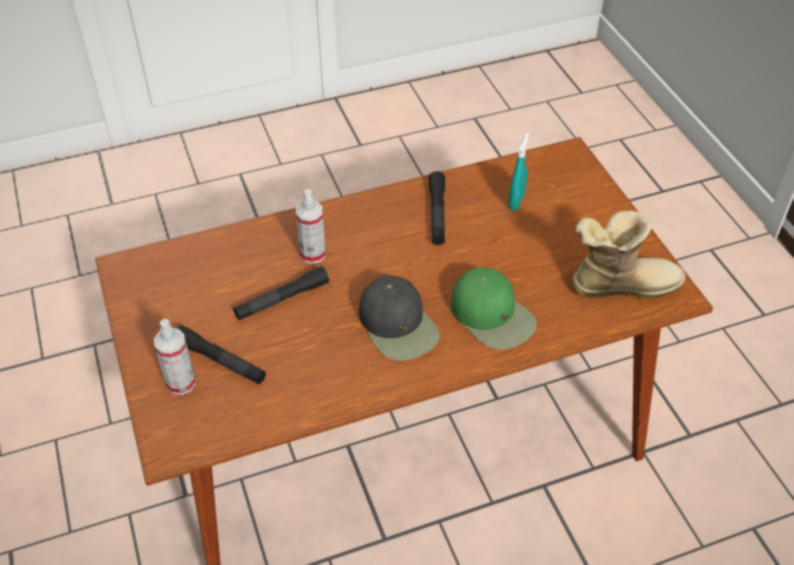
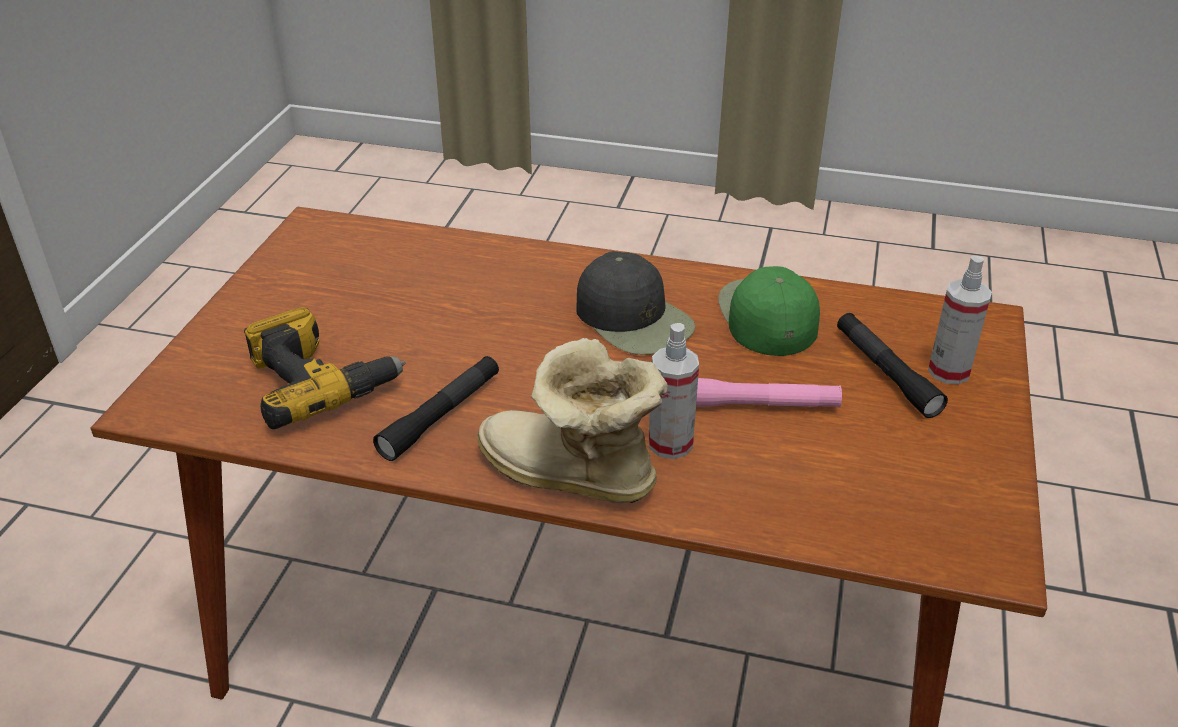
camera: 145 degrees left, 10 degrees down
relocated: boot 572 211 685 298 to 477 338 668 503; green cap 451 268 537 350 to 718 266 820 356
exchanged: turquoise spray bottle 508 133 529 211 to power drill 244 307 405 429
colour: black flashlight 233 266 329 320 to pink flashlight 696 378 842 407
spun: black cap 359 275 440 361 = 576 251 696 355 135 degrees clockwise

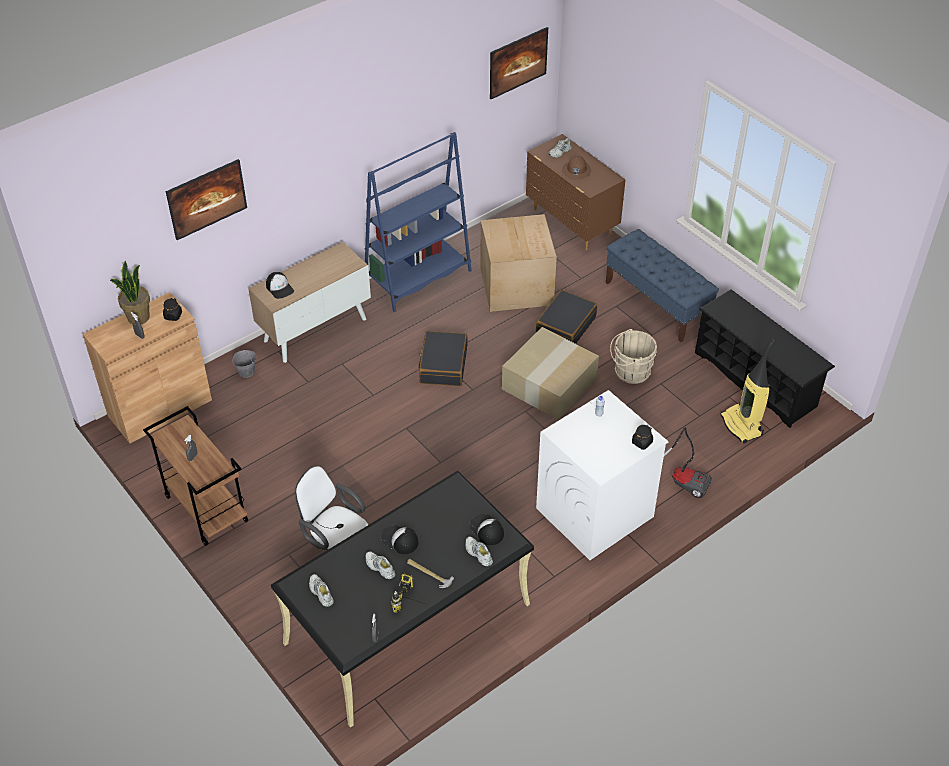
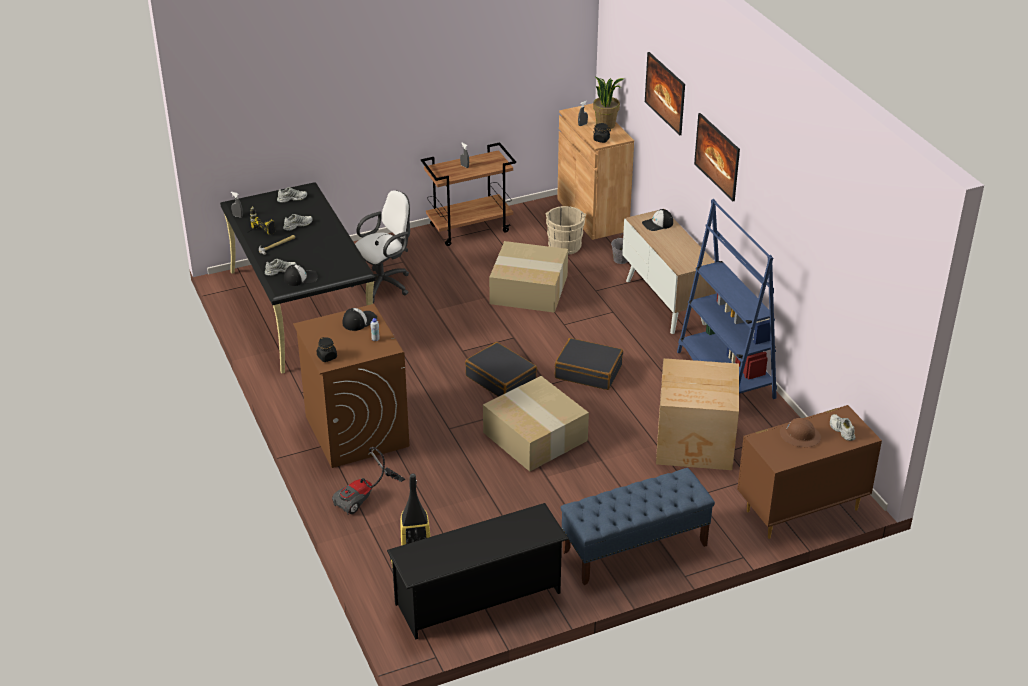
camera: 105 degrees right, 10 degrees down
appeared: cardboard box 489 241 568 313
relocated: picture 490 27 548 99 to 694 113 740 201; black suitcase 536 290 597 344 to 465 342 537 397; beige bucket 610 329 657 384 to 546 206 586 255; cap 381 525 418 554 to 343 308 377 331
colour: white washing machine 536 390 669 560 to brown washing machine 293 304 409 468

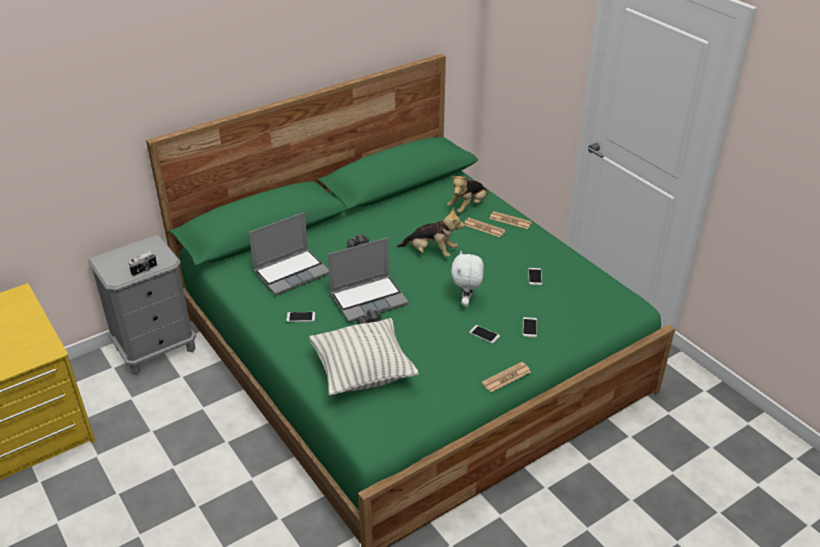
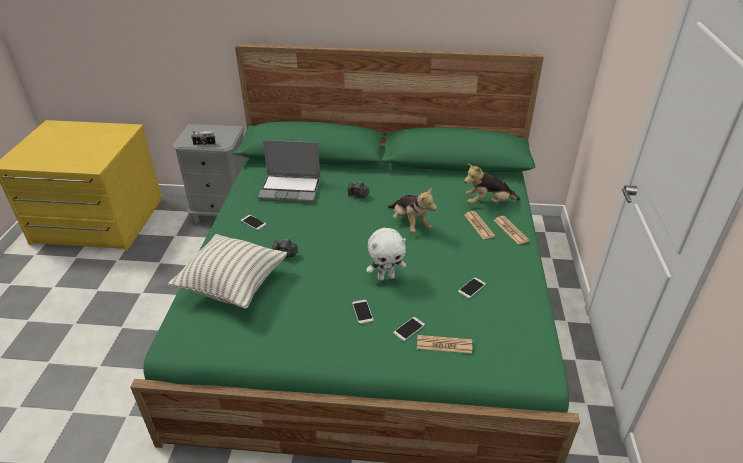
camera: 40 degrees right, 0 degrees up
missing: laptop 328 237 409 322
relocated: newspaper 482 362 531 392 to 417 335 472 353
spun: white plush toy 451 251 484 307 = 366 228 406 281 150 degrees counterclockwise

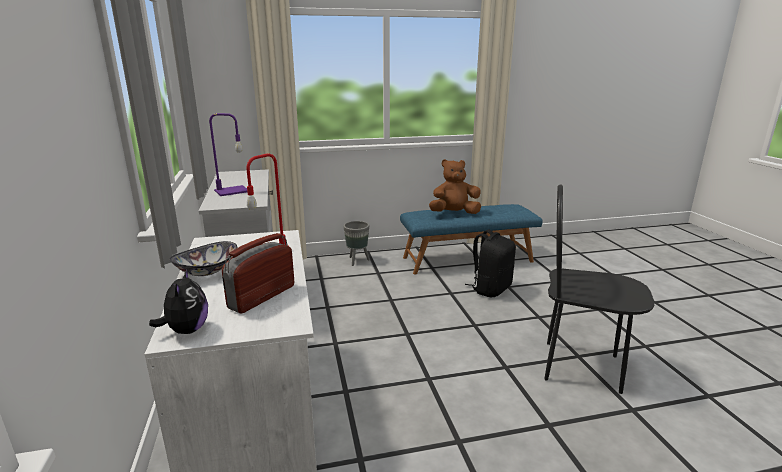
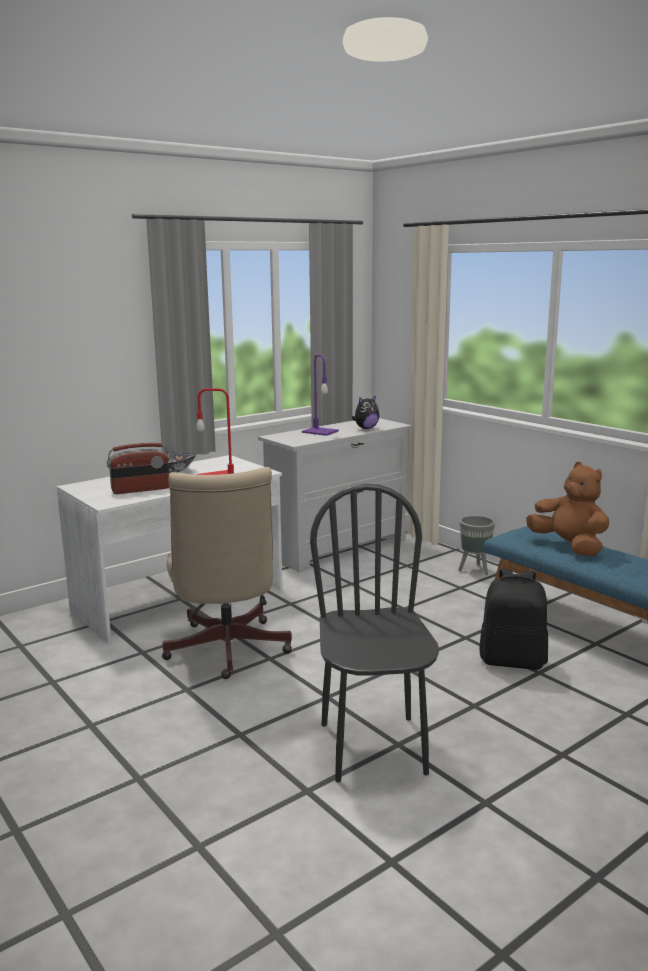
camera: 65 degrees right, 5 degrees down
appeared: beige office chair 162 467 292 679
relocated: plush toy 149 268 208 334 to 352 395 380 429
spun: radio 222 233 294 314 = 107 443 170 494 150 degrees clockwise

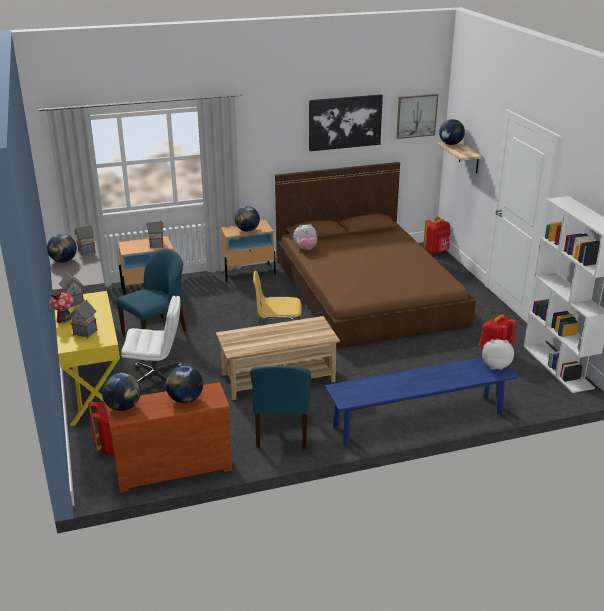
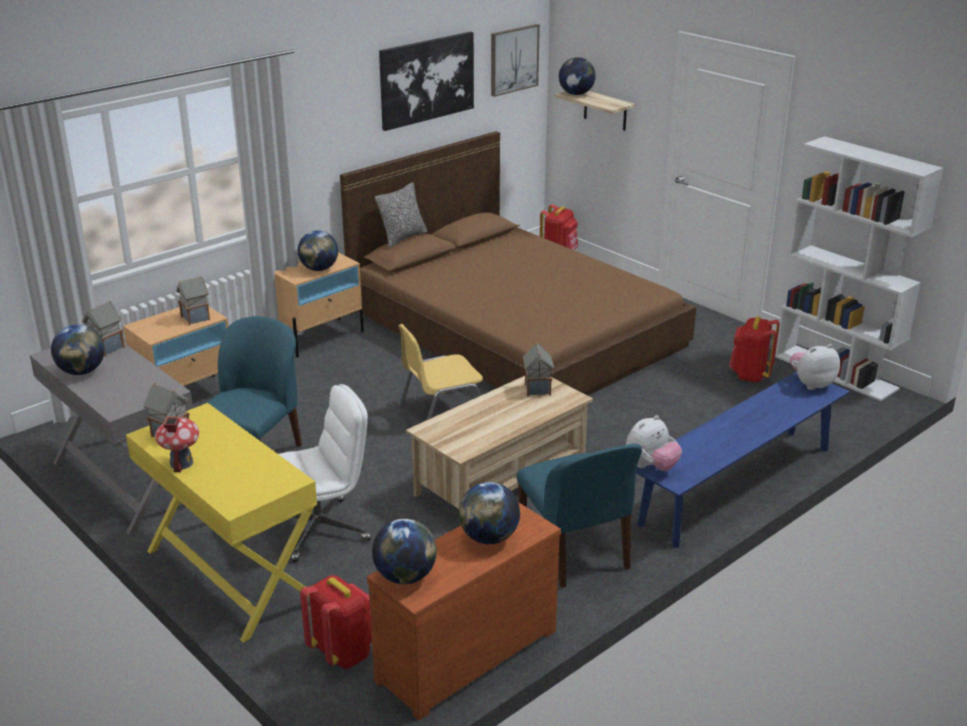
camera: 25 degrees left, 0 degrees up
appeared: pillow 375 182 427 248
relocated: plush toy 293 224 317 250 to 626 415 682 471; toy house 69 300 98 338 to 523 342 554 396

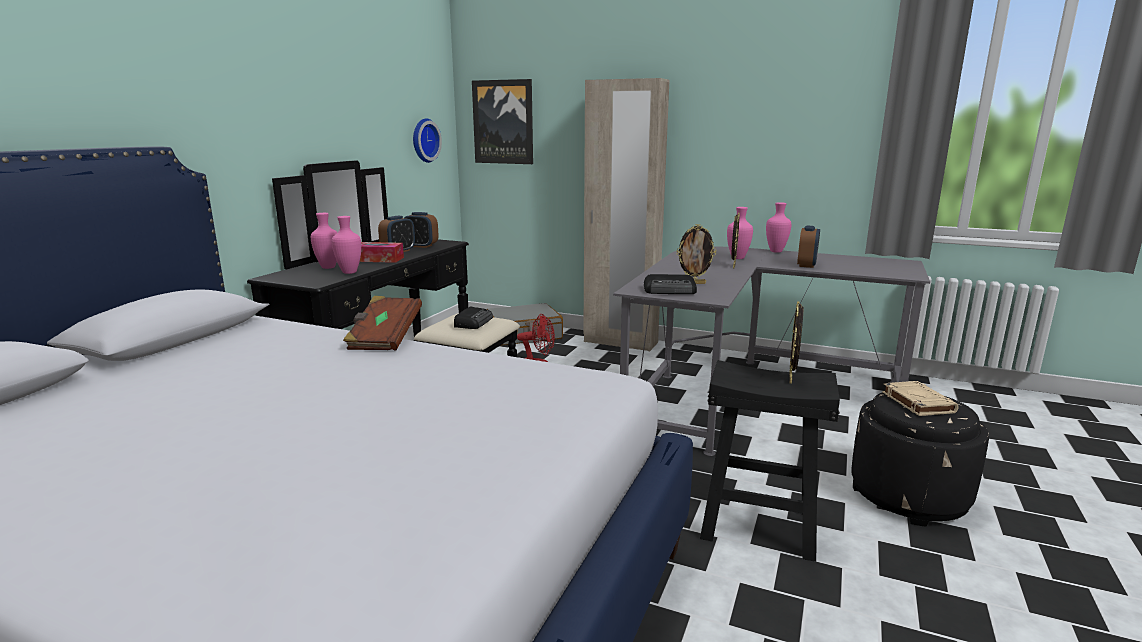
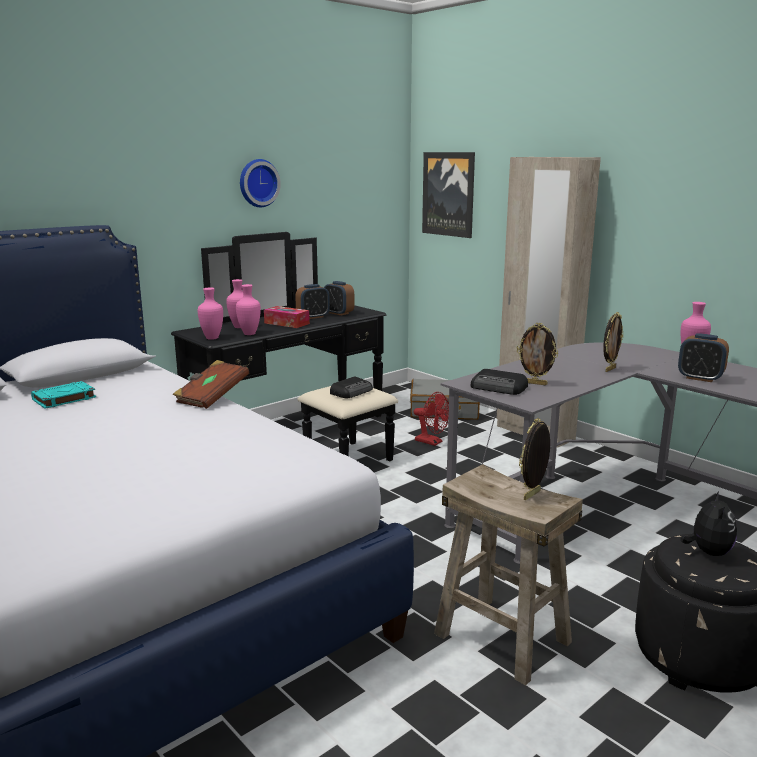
camera: 25 degrees right, 0 degrees up
appeared: turquoise book 31 381 96 409
relocated: wall clock 413 118 442 163 to 240 159 281 207; pink vase 727 207 753 259 to 198 287 223 340
exchanged: beige book 882 381 959 416 to plush toy 680 491 737 556
colour: black stool 700 360 840 562 to beige stool 434 464 583 686
spun: alarm clock 797 225 820 268 = 678 333 729 382 75 degrees clockwise

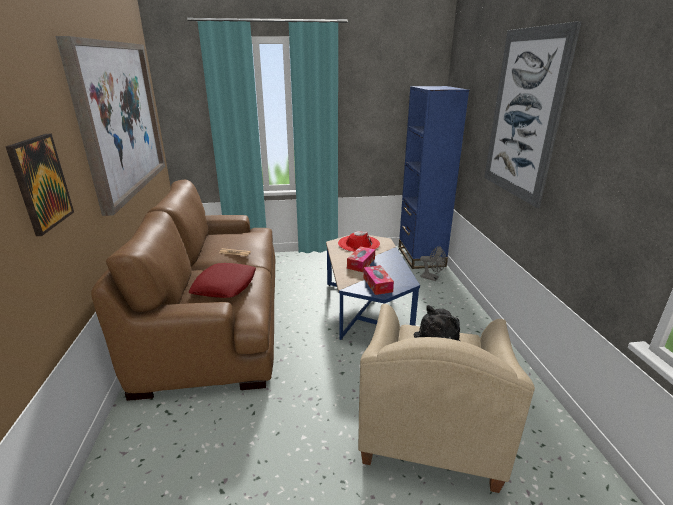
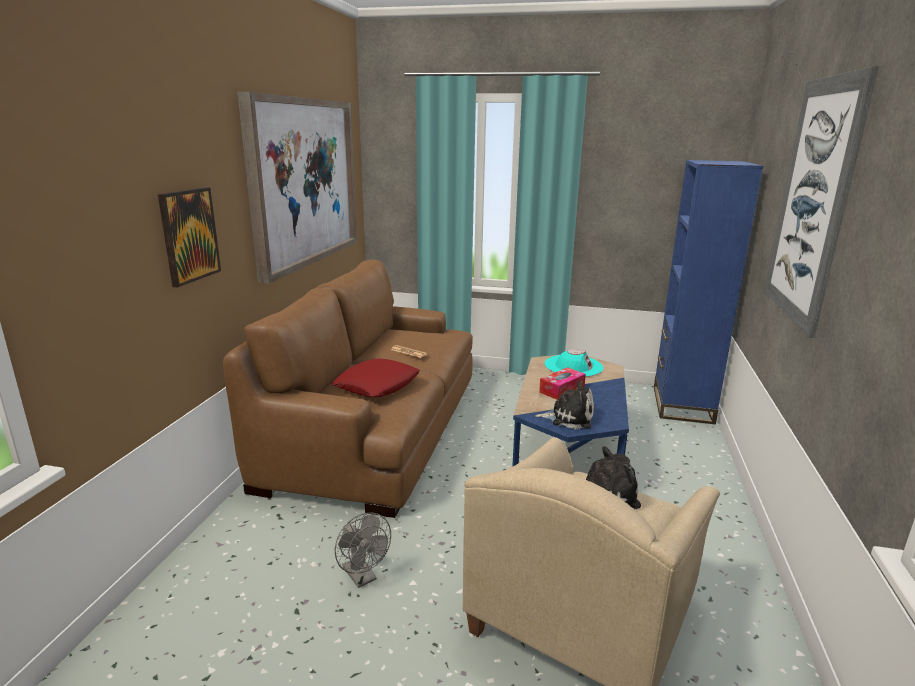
camera: 20 degrees right, 5 degrees down
relocated: grey fan 420 246 446 281 to 334 513 391 588
exchanged: tissue box 363 265 394 295 to plush toy 535 381 594 429
colour: red hat 338 231 380 252 to turquoise hat 544 349 603 377

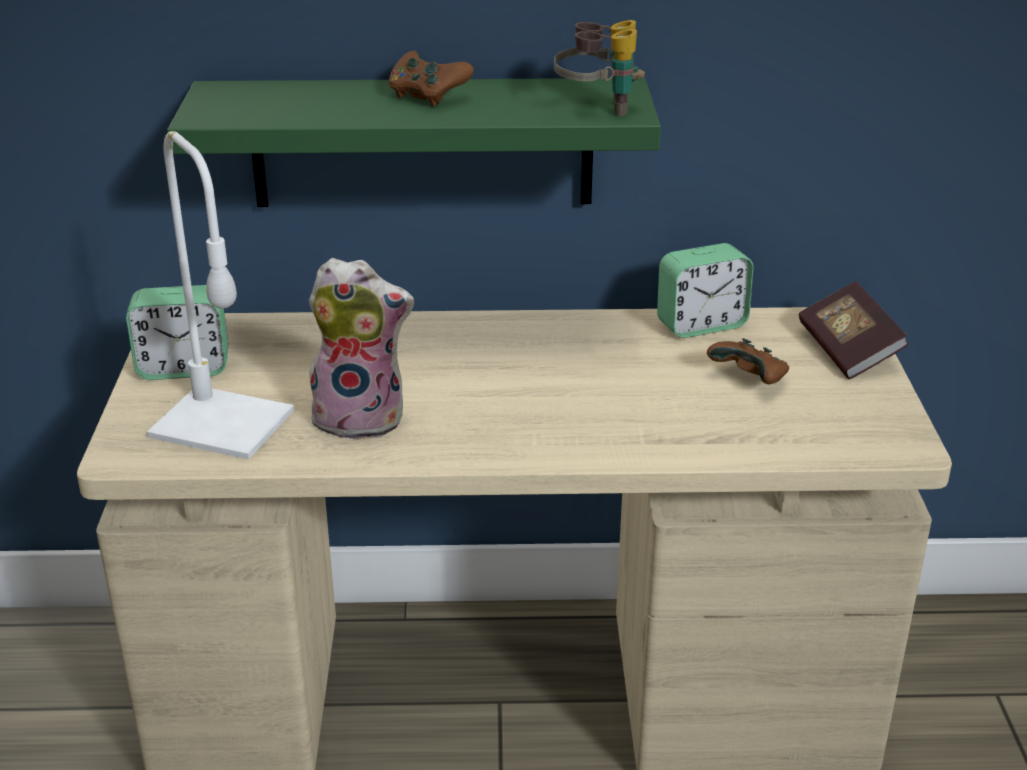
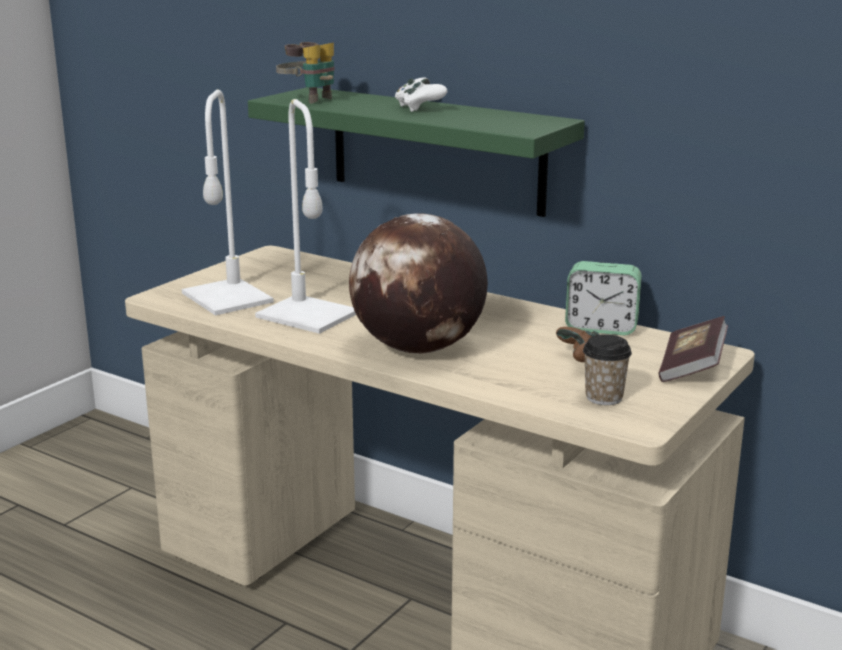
camera: 35 degrees right, 10 degrees down
missing: alarm clock 126 285 228 380
appeared: globe 349 213 488 354; cup 583 334 632 405
relocated: binoculars 554 20 645 116 to 276 42 334 104
exchanged: plush toy 308 258 414 439 to white table lamp 255 99 356 334
colour: brown game controller 388 51 474 107 to white game controller 395 78 447 112

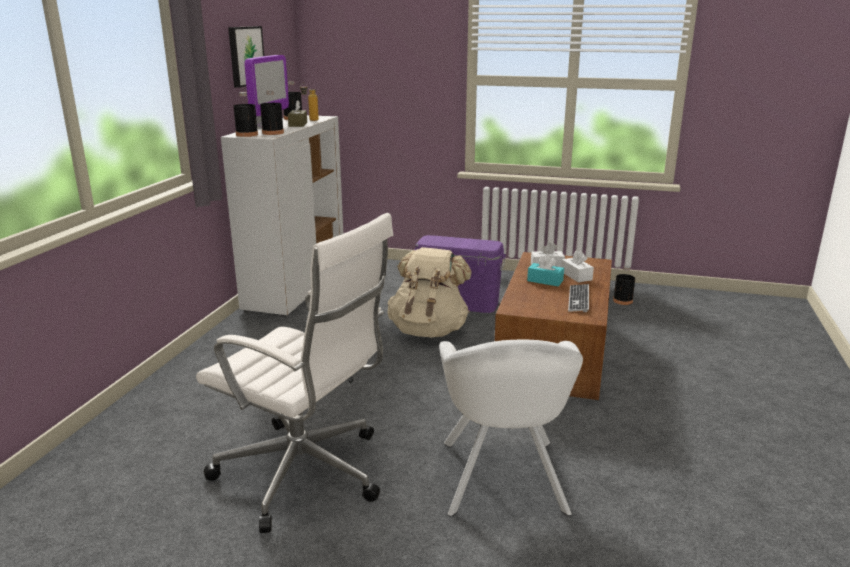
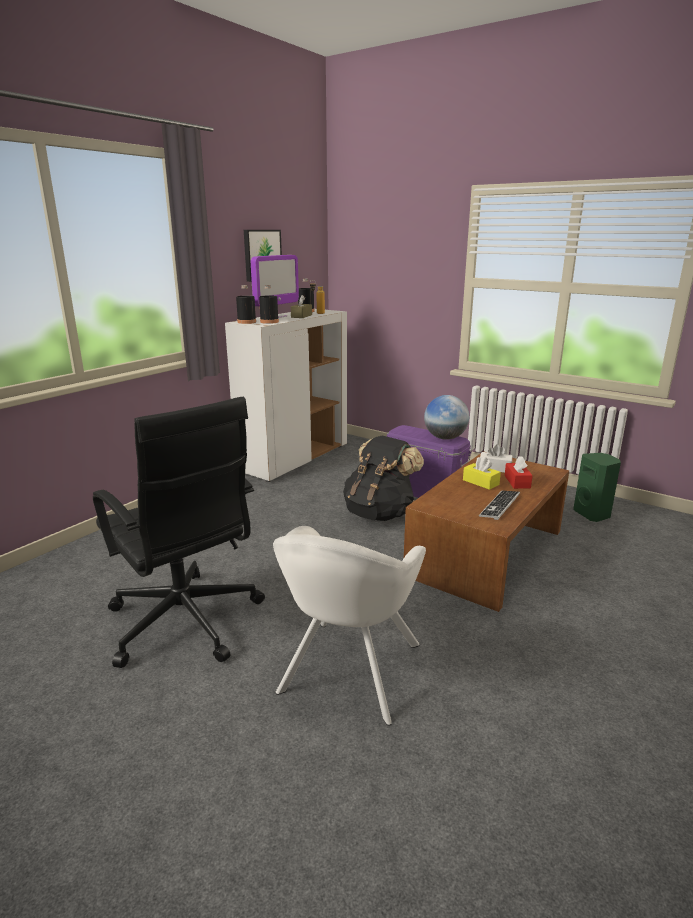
camera: 20 degrees right, 0 degrees up
appeared: globe 424 395 469 440
exchanged: black bottle 613 266 635 305 to green speaker 573 453 621 522
colour: white office chair 196 213 393 533 to black office chair 93 397 265 668; beige backpack 388 247 472 338 to black backpack 343 435 424 521; white tissue box 561 250 594 282 to red tissue box 505 456 533 489; turquoise tissue box 527 255 564 286 to yellow tissue box 463 456 501 490

